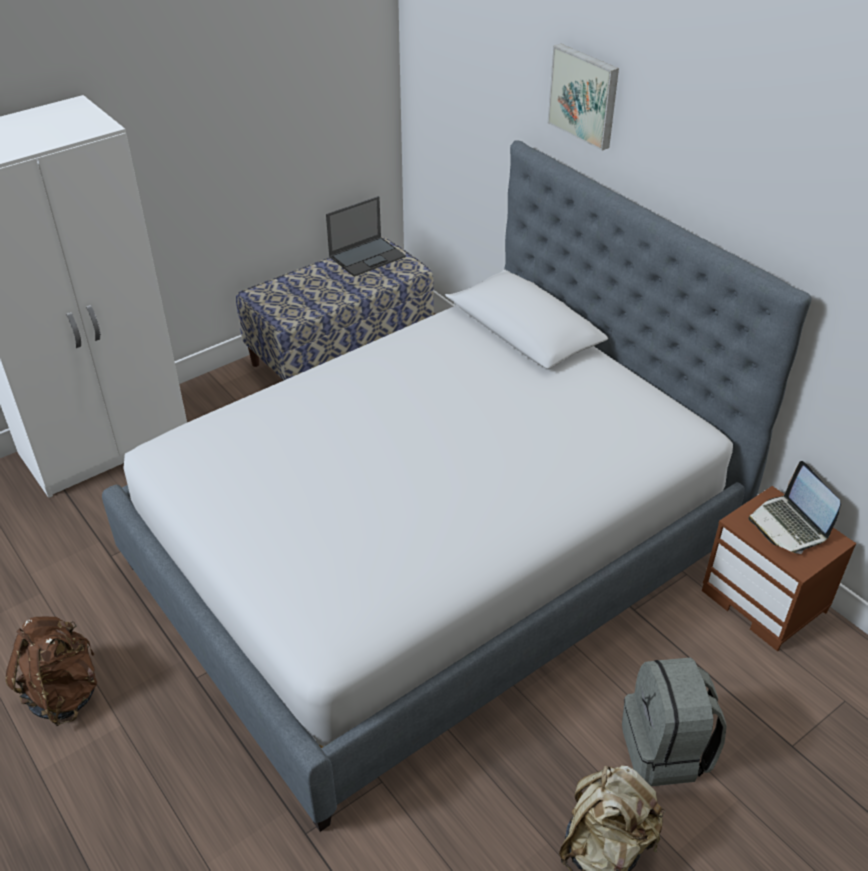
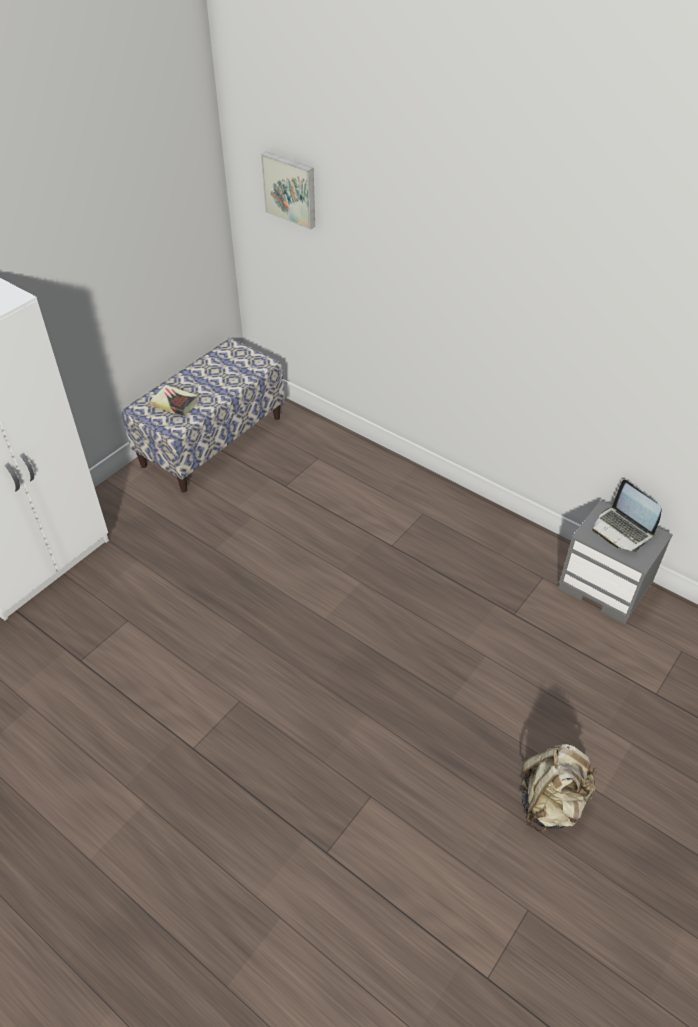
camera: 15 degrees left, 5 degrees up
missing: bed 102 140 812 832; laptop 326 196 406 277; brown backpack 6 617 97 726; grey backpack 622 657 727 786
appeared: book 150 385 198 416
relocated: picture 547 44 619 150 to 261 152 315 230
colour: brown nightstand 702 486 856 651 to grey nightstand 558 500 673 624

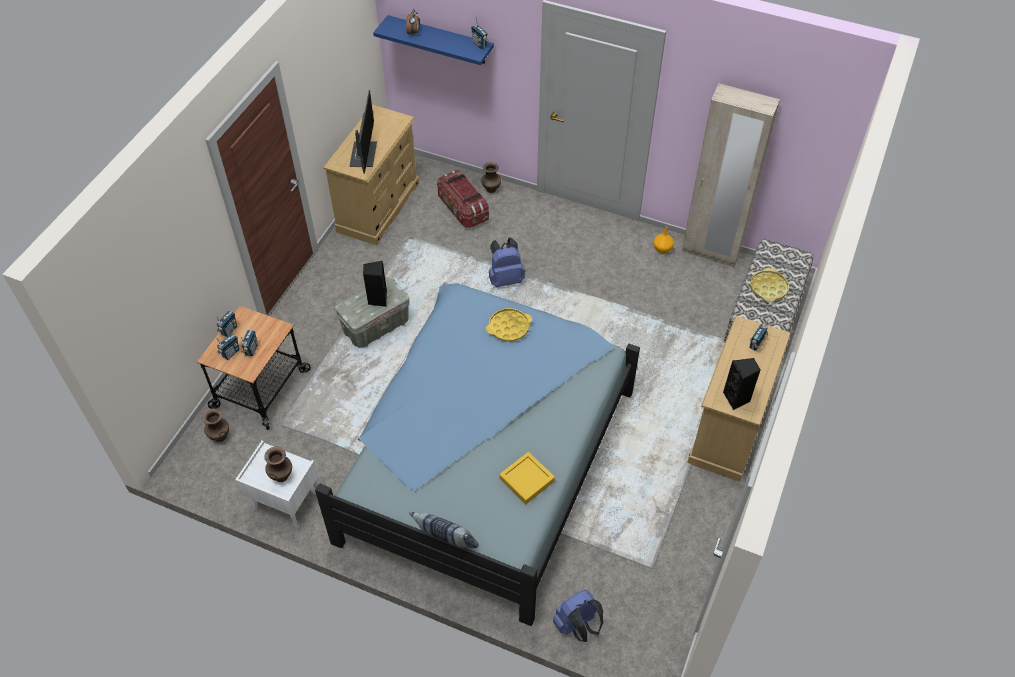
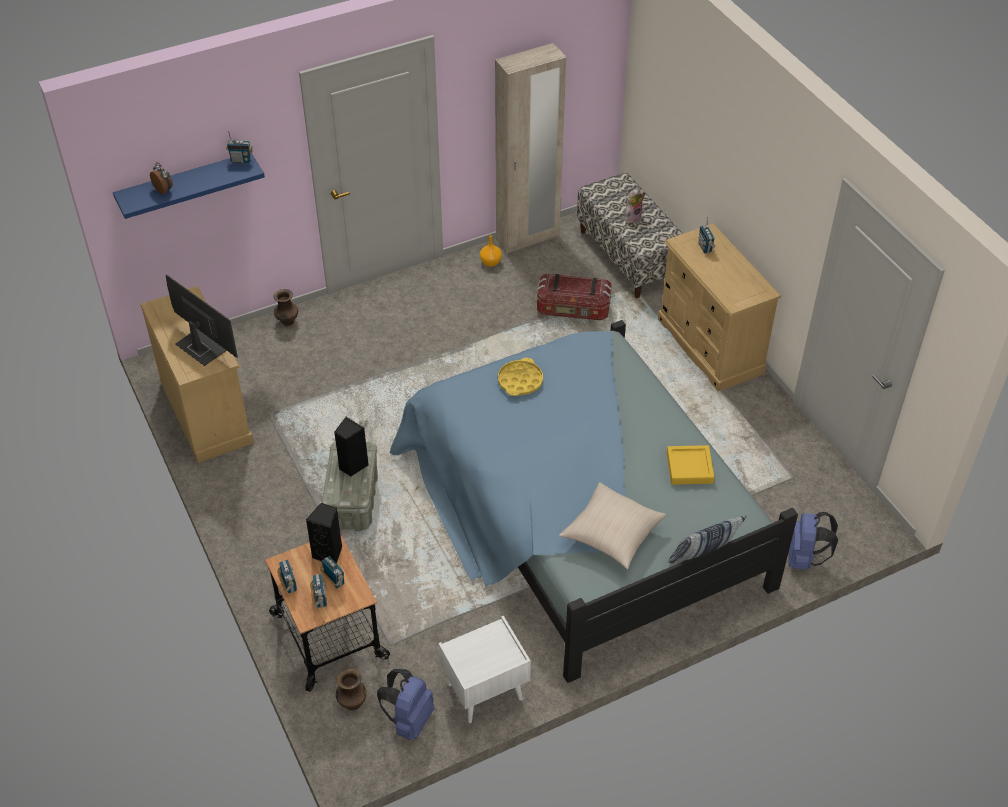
camera: 50 degrees left, 5 degrees down
missing: brown vase 264 446 292 482
appeared: beige pillow 559 482 667 570
relocated: storage box 437 169 489 228 to 537 274 612 320; blue backpack 489 237 525 287 to 377 669 435 740; black speaker 723 358 761 410 to 306 503 342 563
exchanged: yellow tray 750 268 789 302 to plush toy 624 189 645 223

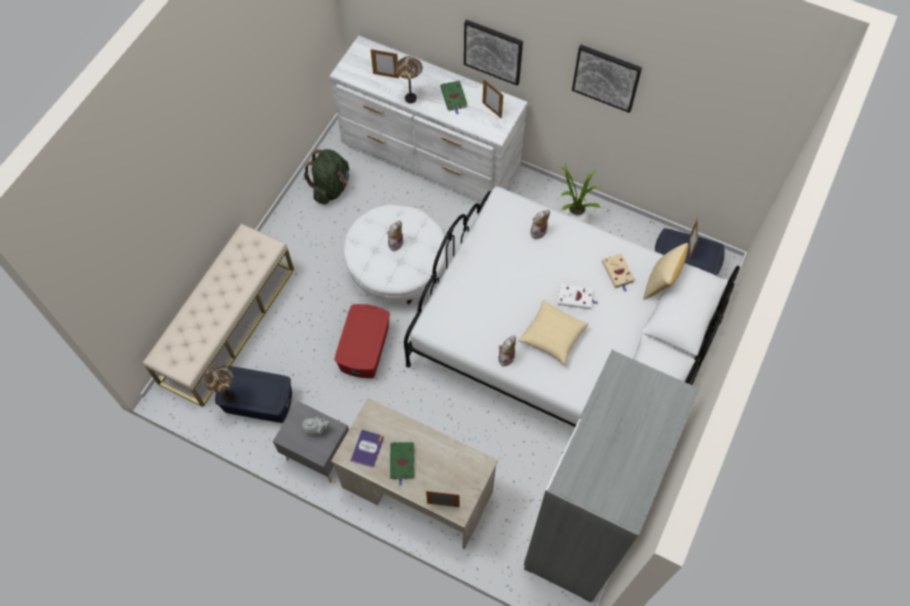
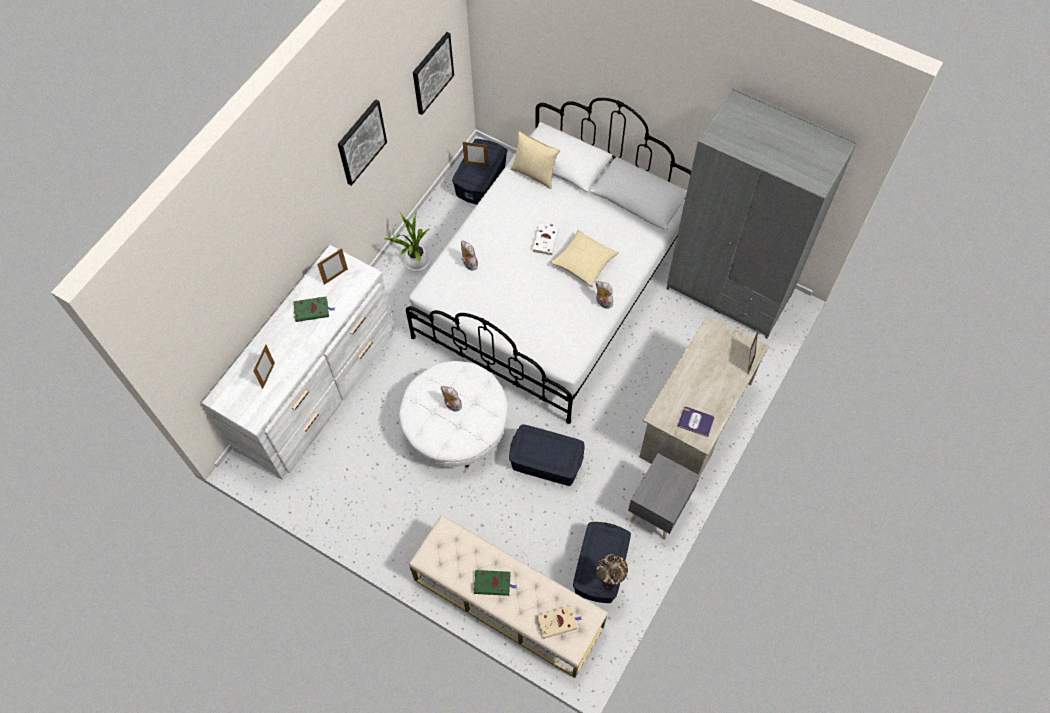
camera: 85 degrees left, 0 degrees up
missing: table lamp 395 56 423 103; green backpack 304 149 349 205; grey teapot 302 416 330 437
relocated: picture 464 20 523 86 to 413 32 454 115; beige book 602 254 635 292 to 537 605 582 639; green book 390 442 414 486 to 473 570 517 596
colour: red storage box 334 304 390 378 to blue storage box 509 424 584 486

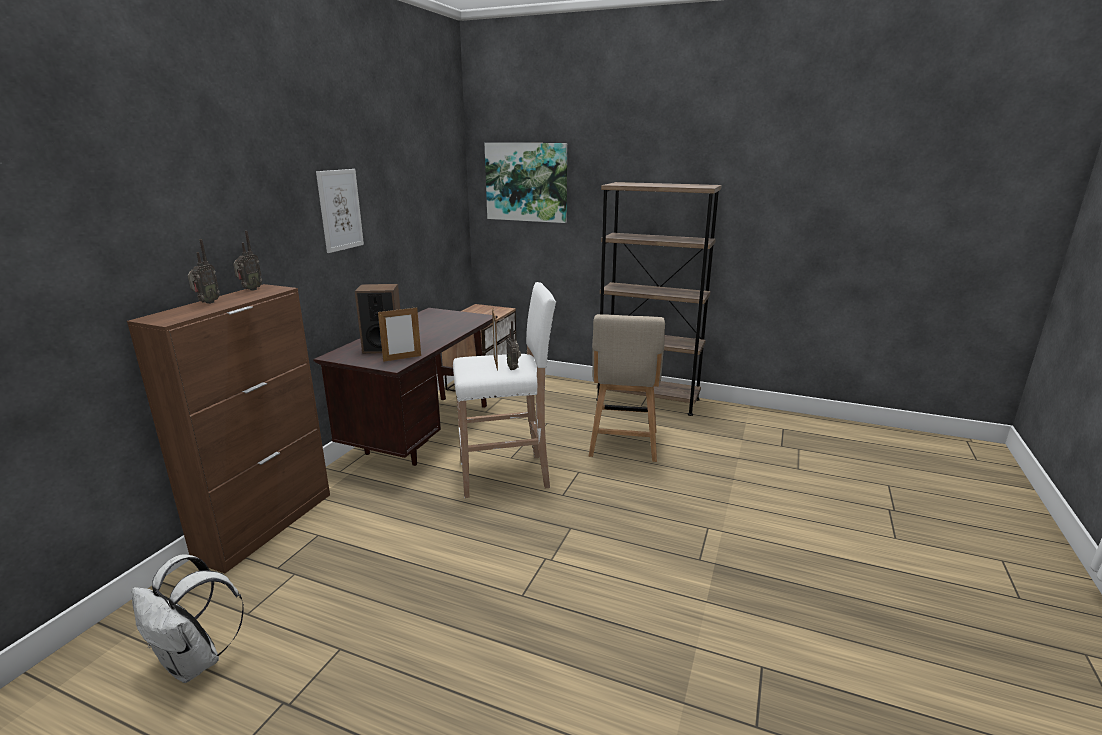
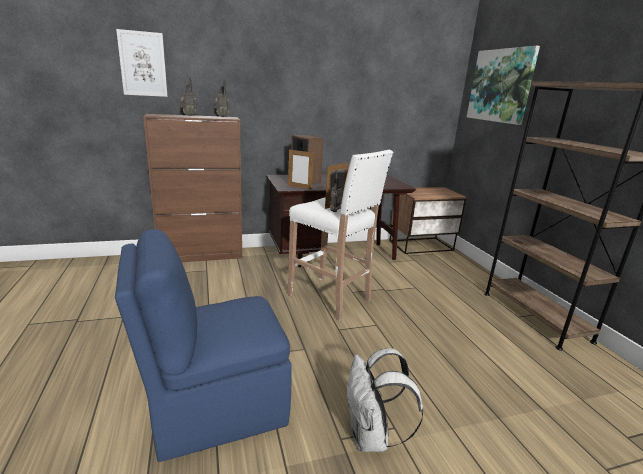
camera: 50 degrees right, 0 degrees up
missing: beige chair 589 314 665 462
appeared: blue chair 115 229 292 462
relocated: picture 316 169 364 253 to 116 29 168 97; white backpack 132 555 244 683 to 347 348 423 452

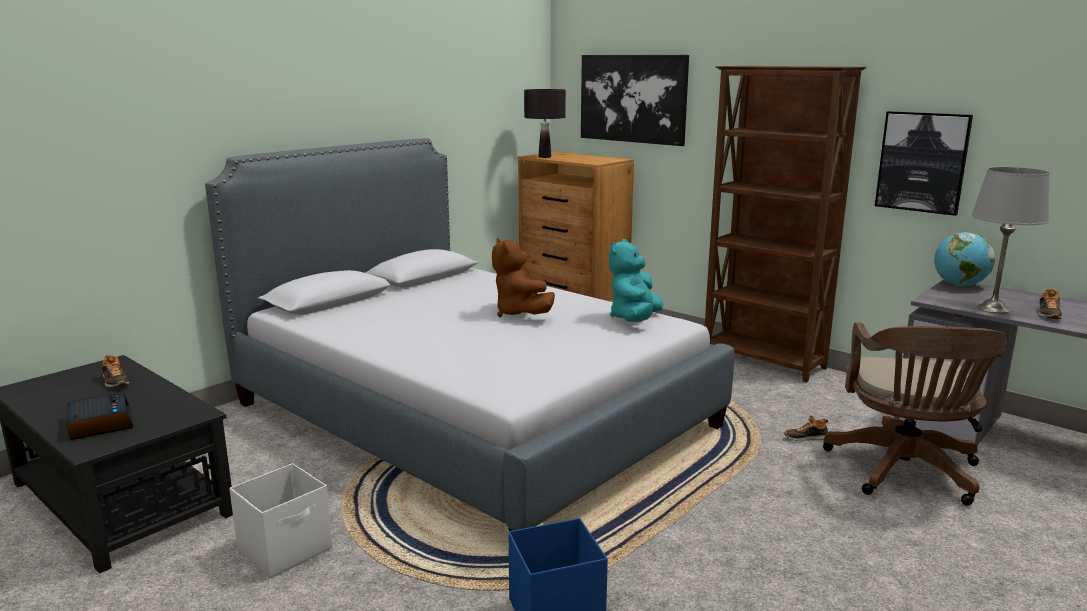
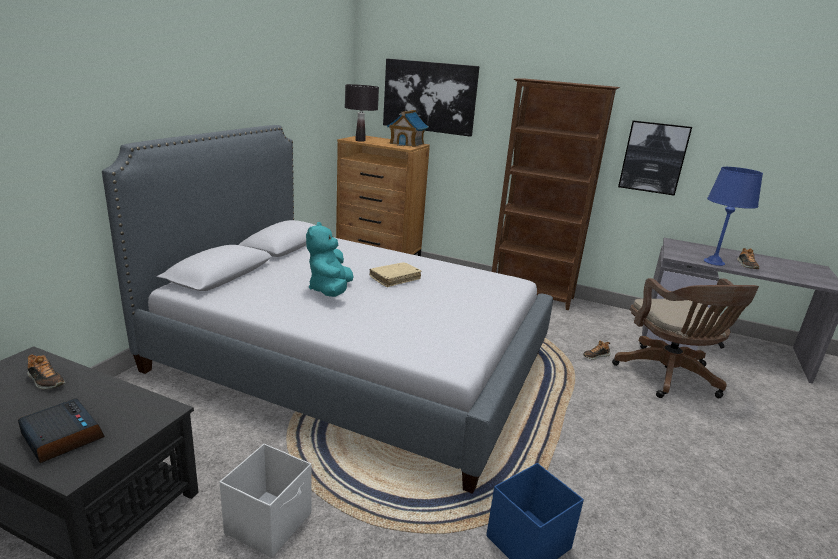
camera: 20 degrees left, 5 degrees up
missing: globe 934 232 995 286
appeared: toy house 387 110 429 147
relocated: turquoise plush toy 609 239 663 322 to 306 222 354 297
exchanged: brown plush toy 492 238 555 317 to beige book 370 262 422 287
colour: grey table lamp 971 167 1050 313 to blue table lamp 704 167 763 266

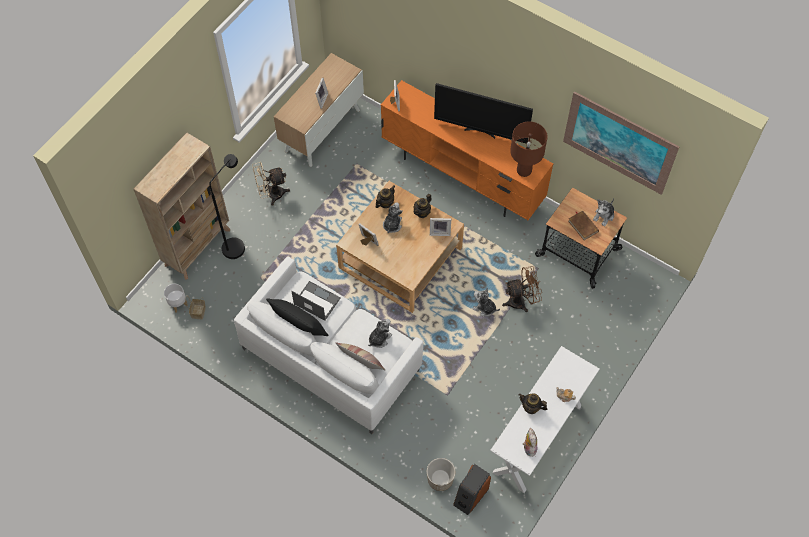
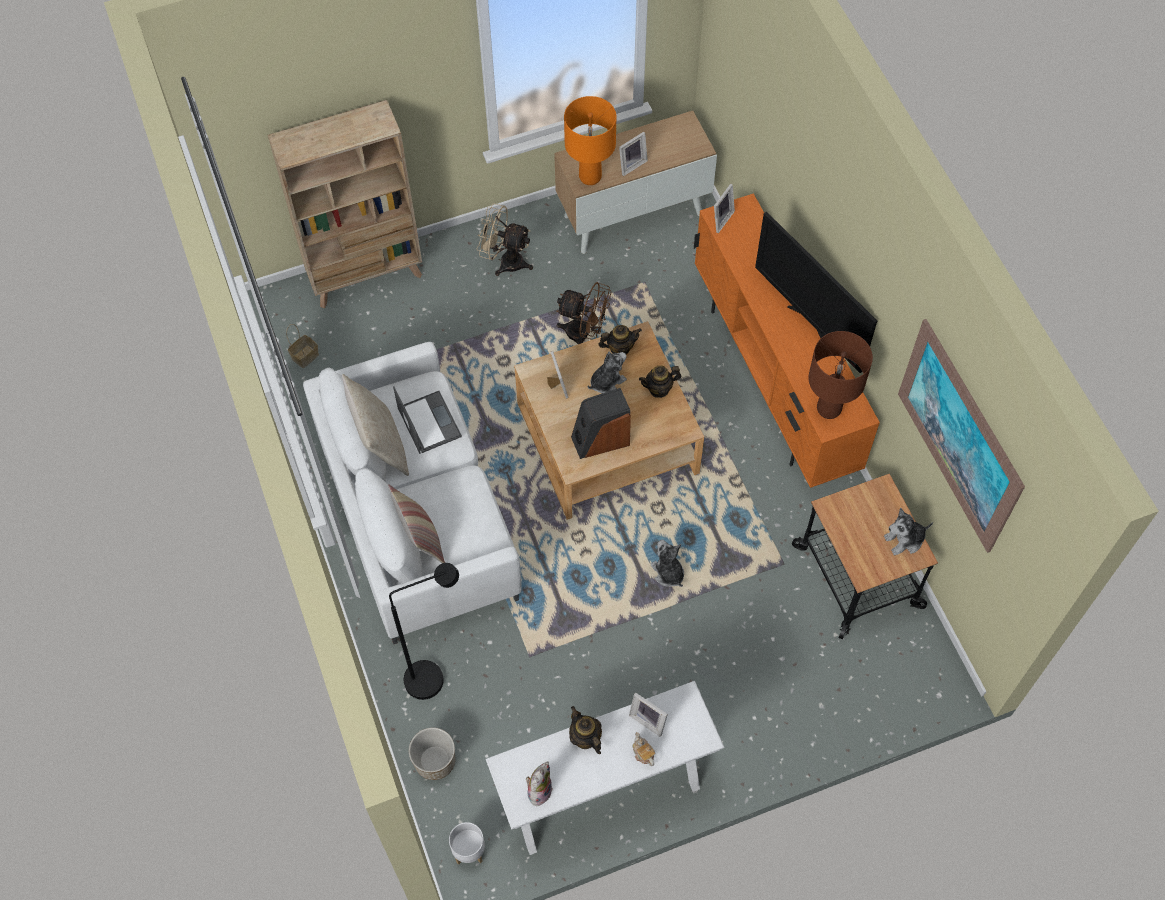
camera: 35 degrees right, 0 degrees up
missing: brown book 568 211 599 241; plush toy 368 319 392 348
appeared: orange table lamp 564 96 616 185
relocated: black floor lamp 209 154 245 259 to 389 563 459 700; picture frame 430 218 451 236 to 629 692 668 737; brown fan 502 266 542 312 to 557 282 612 344; white planter 164 284 188 313 to 449 822 485 865; speaker 453 464 491 515 to 571 388 631 459
colour: black pillow 266 298 329 336 to beige pillow 342 374 409 476

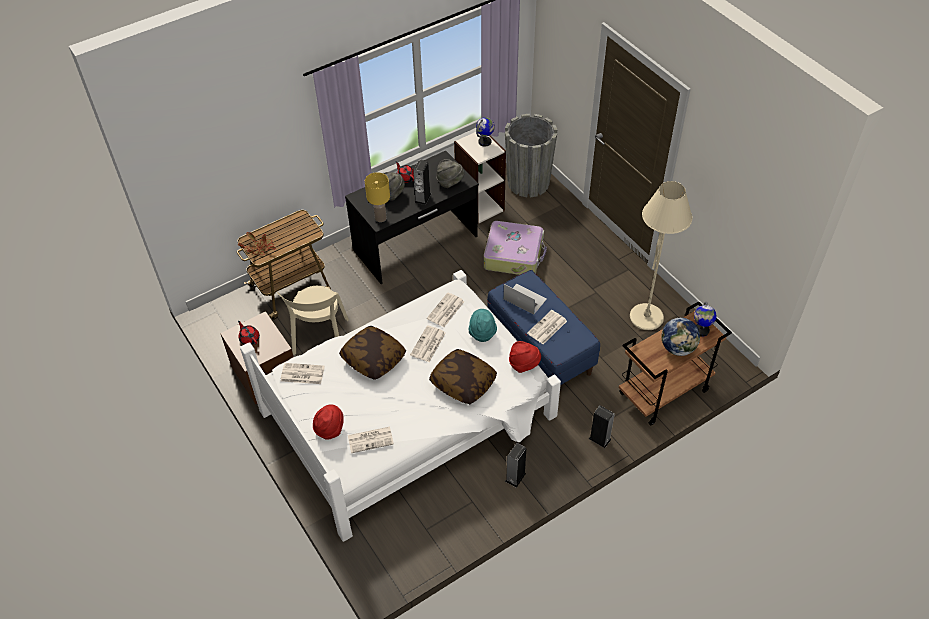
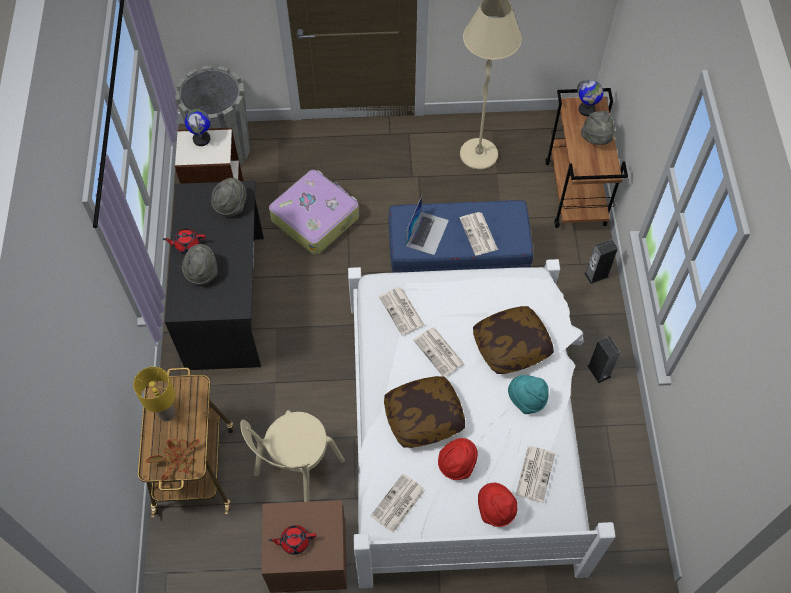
camera: 60 degrees left, 10 degrees up
missing: speaker 413 160 431 205
relocated: yellow table lamp 365 172 390 222 to 133 367 175 421; turquoise hat 468 309 497 342 to 508 375 549 414; red hat 509 341 541 373 to 438 438 478 480
exchanged: globe 661 318 700 356 to grey hat 581 110 615 145
spun: laptop 503 284 547 314 = 406 196 449 255 135 degrees clockwise; beige chair 277 286 349 355 = 240 410 345 502 90 degrees clockwise

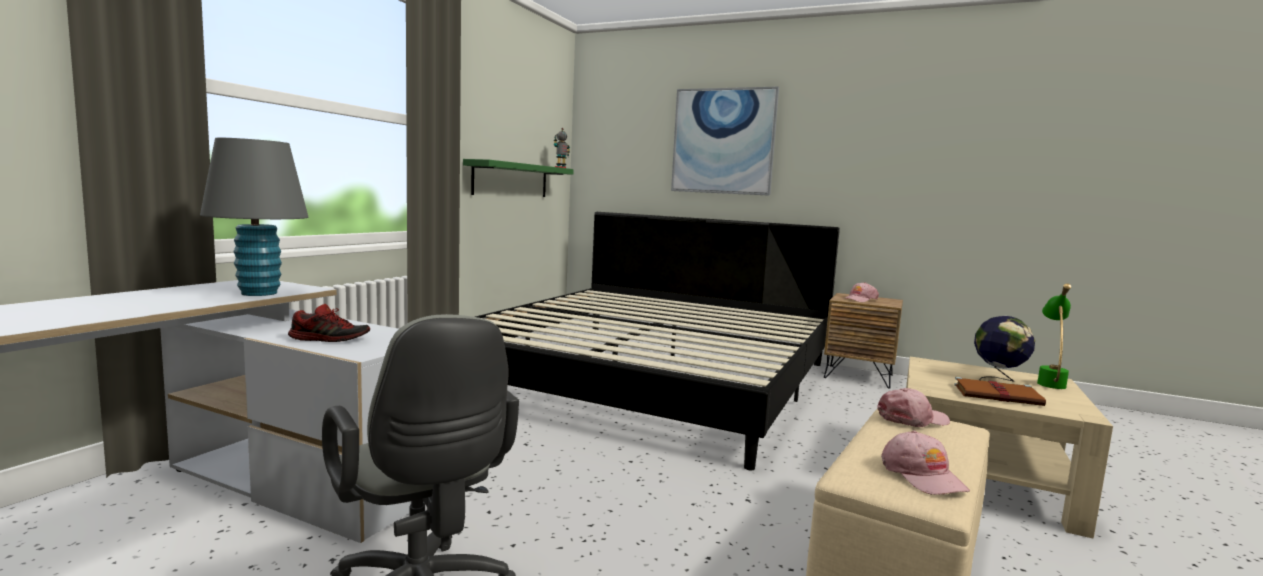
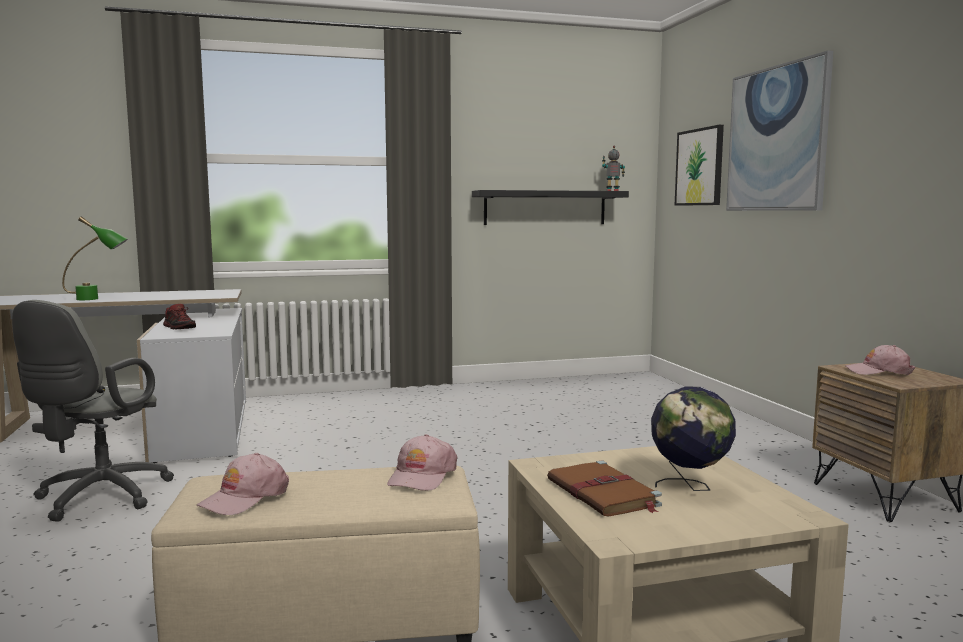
camera: 50 degrees right, 0 degrees up
missing: grey table lamp 200 138 308 296; bed 475 212 840 470
appeared: picture 675 125 724 206
relocated: green table lamp 1037 283 1071 389 to 62 216 128 300
colour: green shelf 463 159 574 197 to black shelf 472 190 629 225
spun: pink cap 878 388 950 427 = 387 434 457 491 75 degrees clockwise

